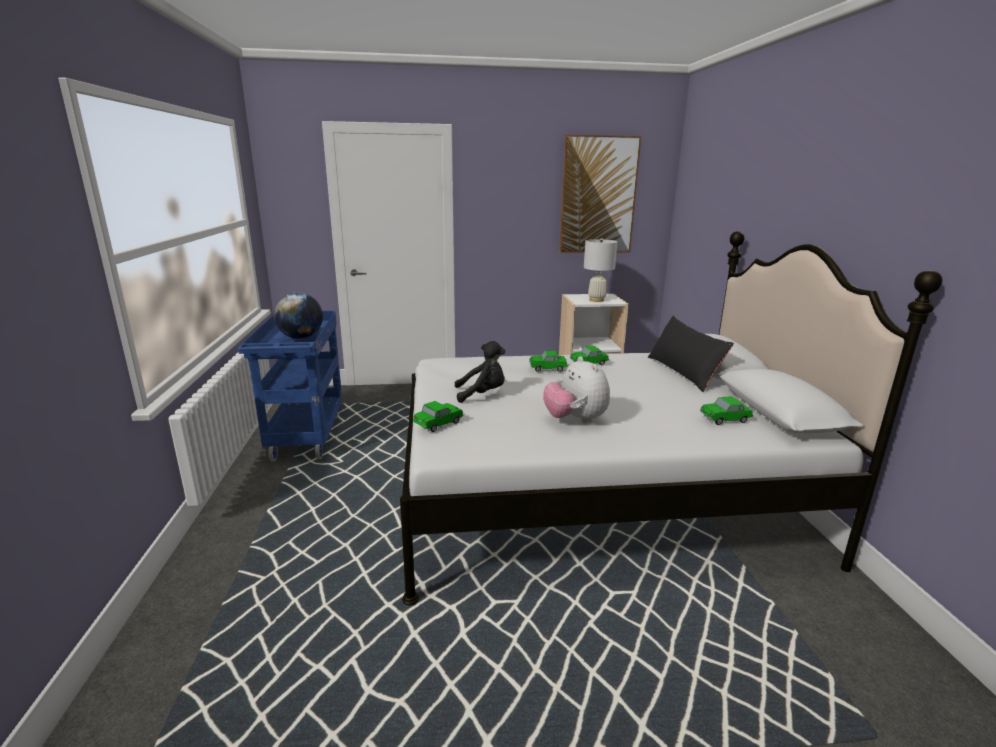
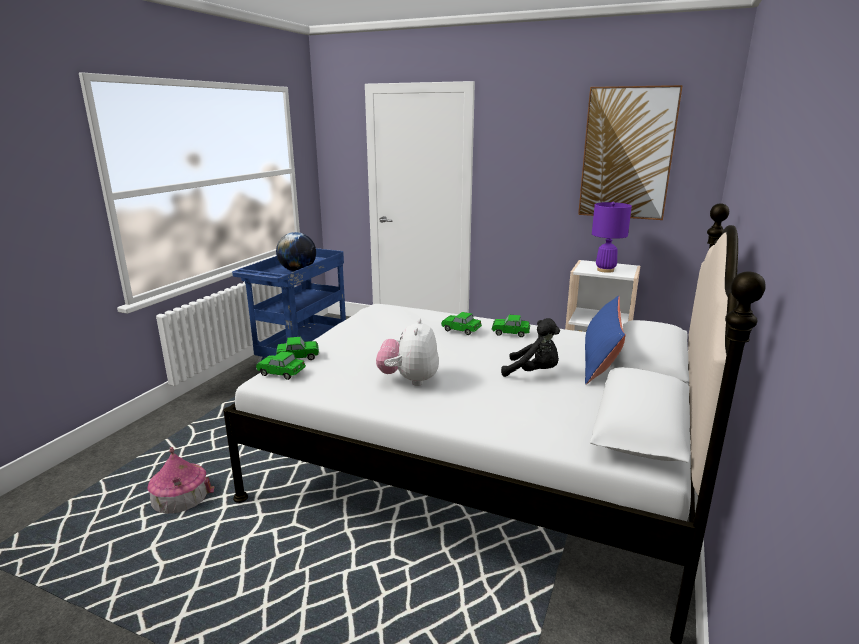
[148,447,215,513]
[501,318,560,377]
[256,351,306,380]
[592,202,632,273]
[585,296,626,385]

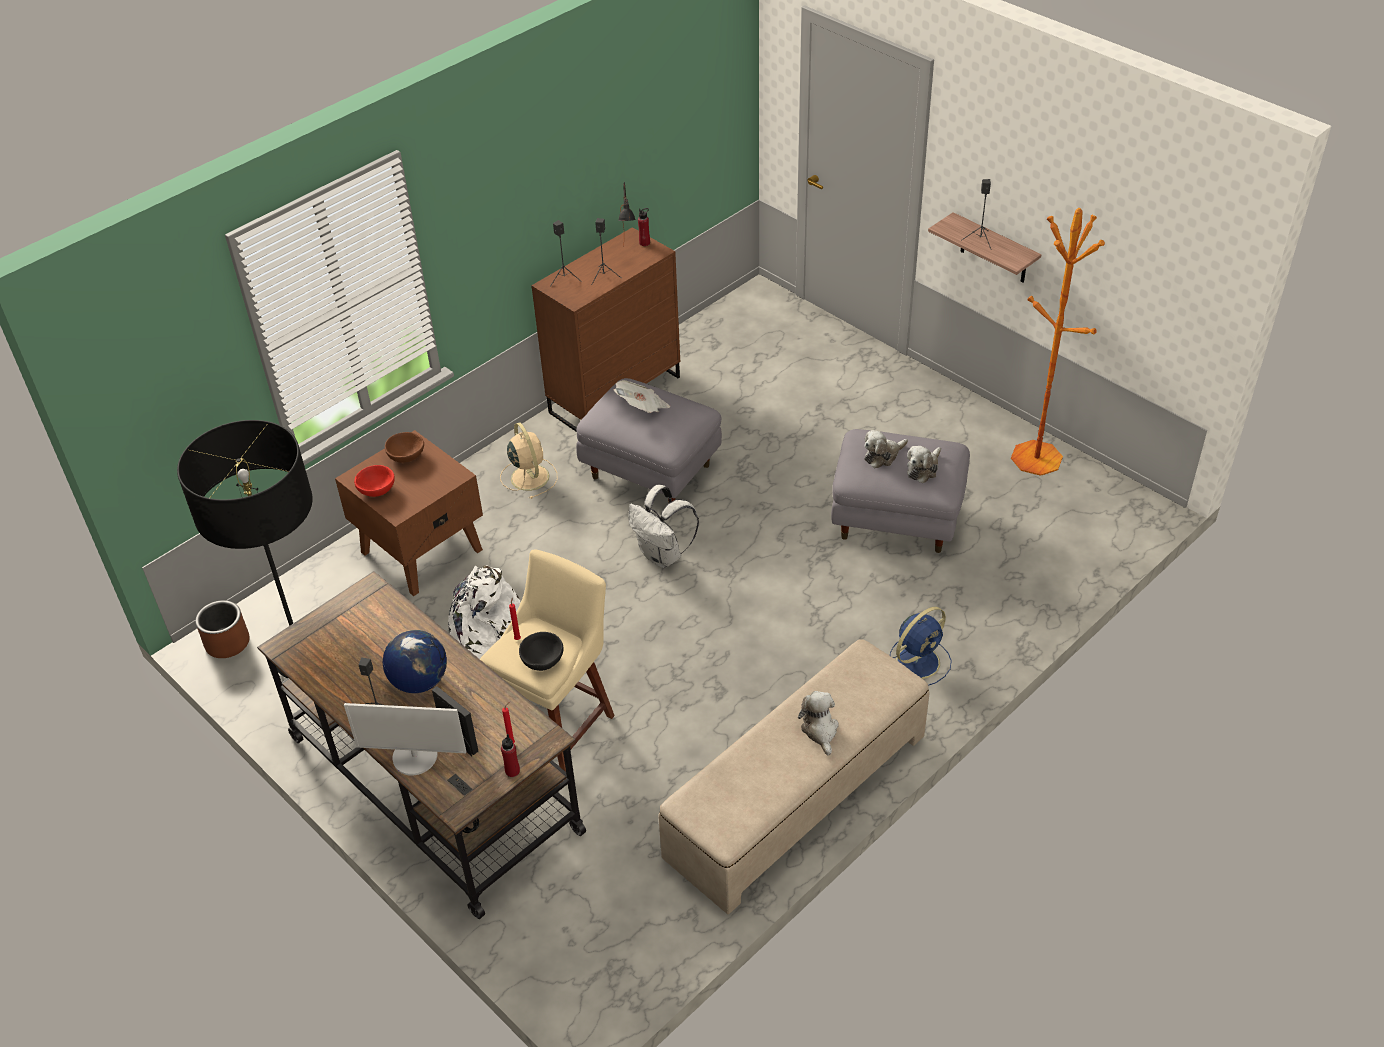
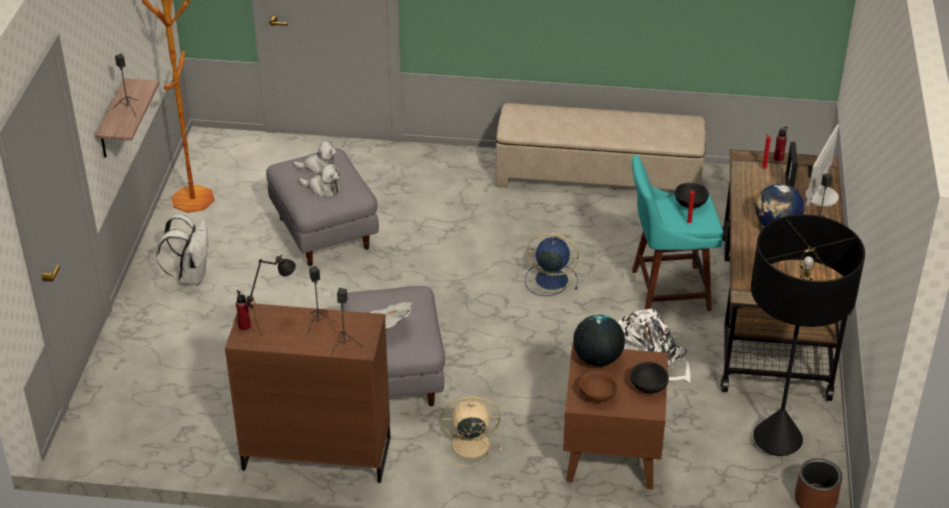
[798,691,839,756] (first image)
[573,315,625,366]
[156,214,209,286]
[525,233,579,296]
[630,362,669,394]
[632,155,723,311]
[805,124,839,207]
[441,396,502,467]

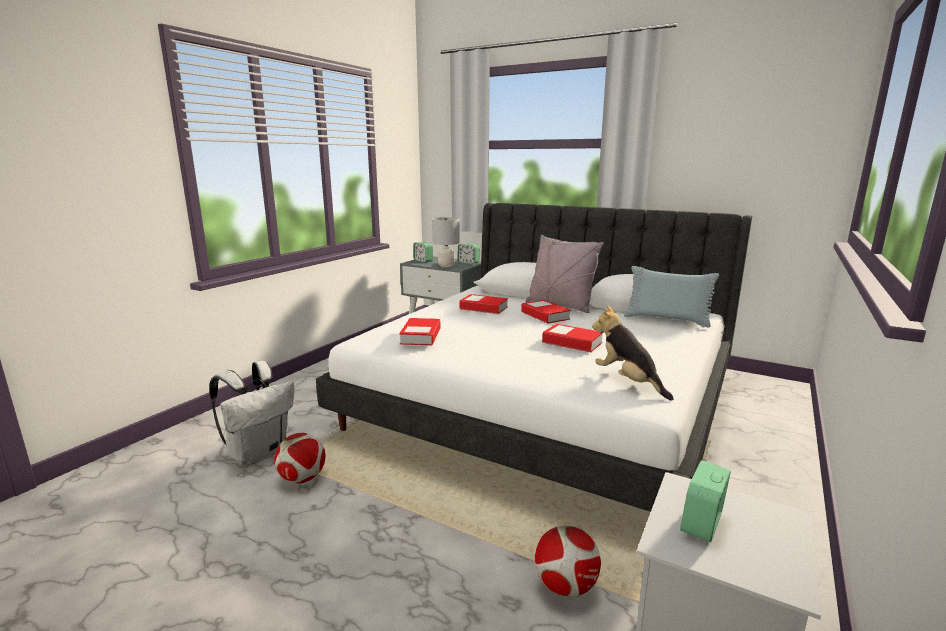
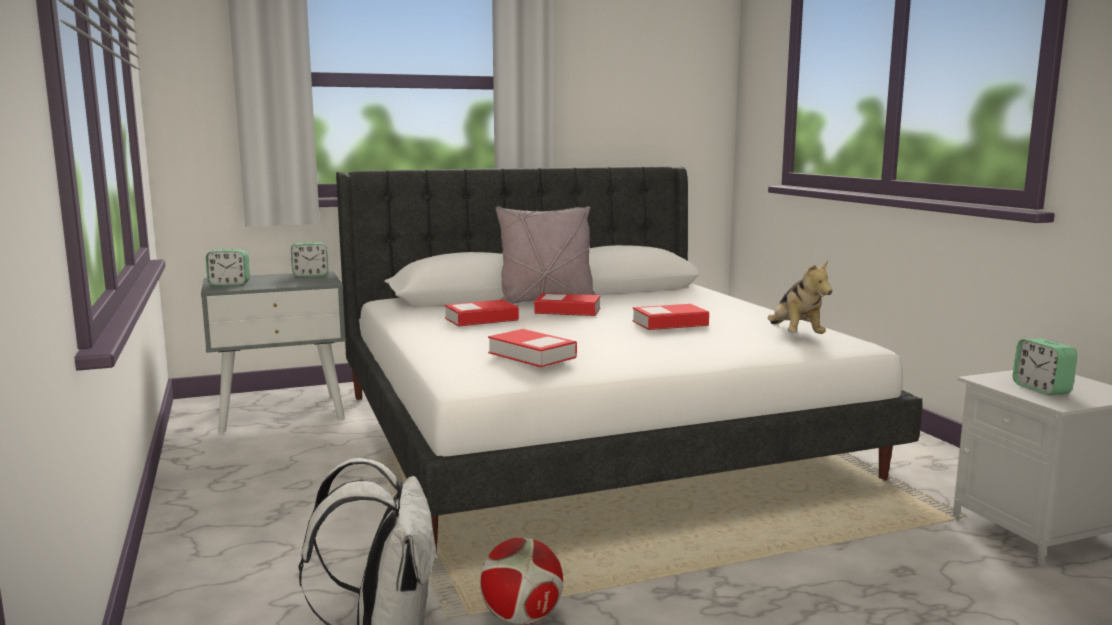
[432,217,460,268] (first image)
[535,525,601,597] (first image)
[624,266,719,328] (first image)
[768,260,833,334]

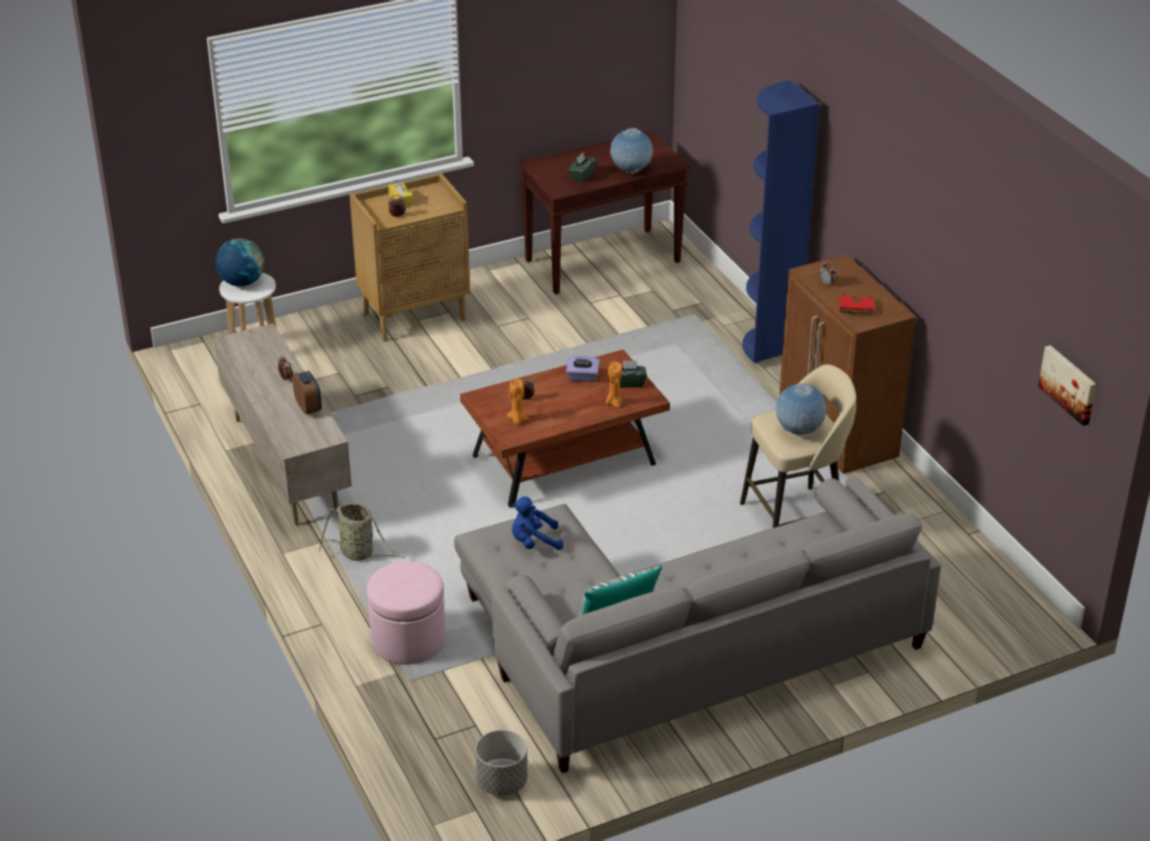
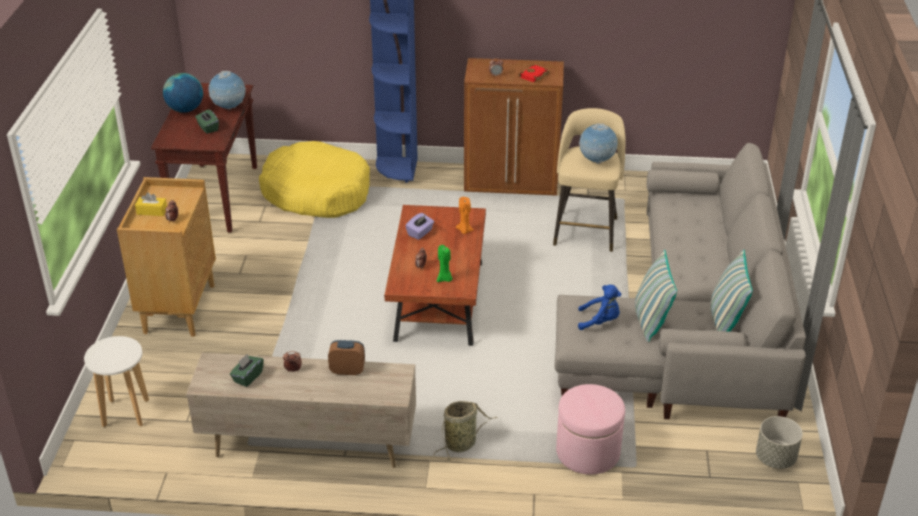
[1038,345,1096,426] (first image)
[259,141,370,218]
[635,250,677,342]
[163,73,203,113]
[230,354,264,387]
[437,245,452,282]
[578,285,621,330]

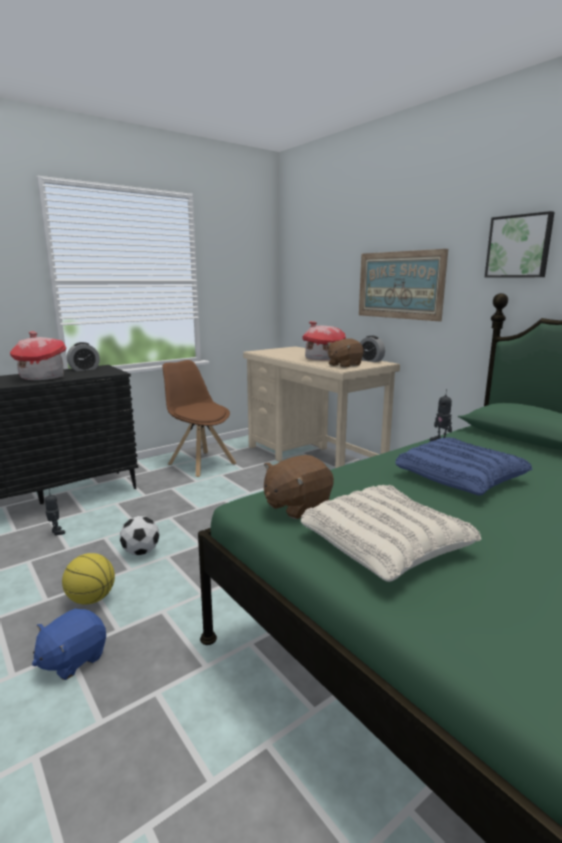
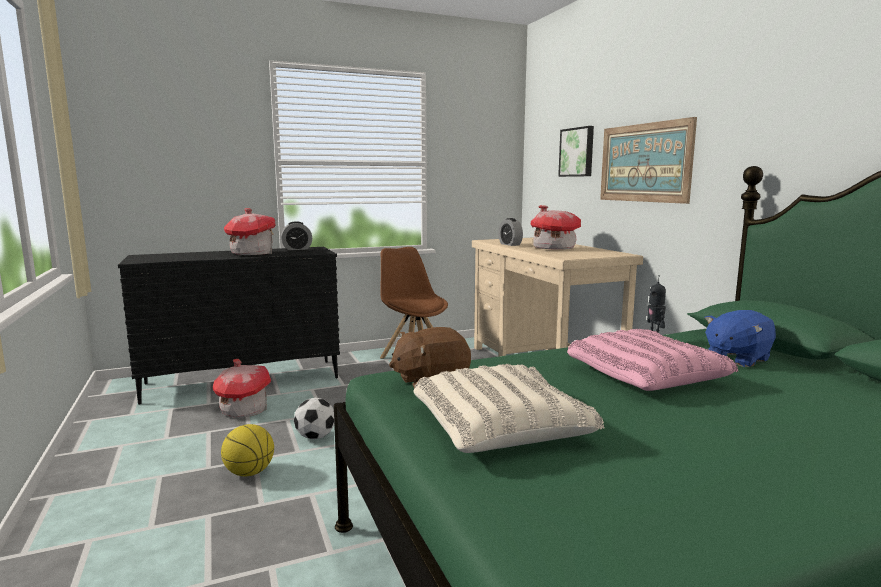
[327,338,364,368] (first image)
[705,310,776,367]
[498,218,523,246]
[558,126,594,177]
[213,359,272,418]
[567,329,739,391]

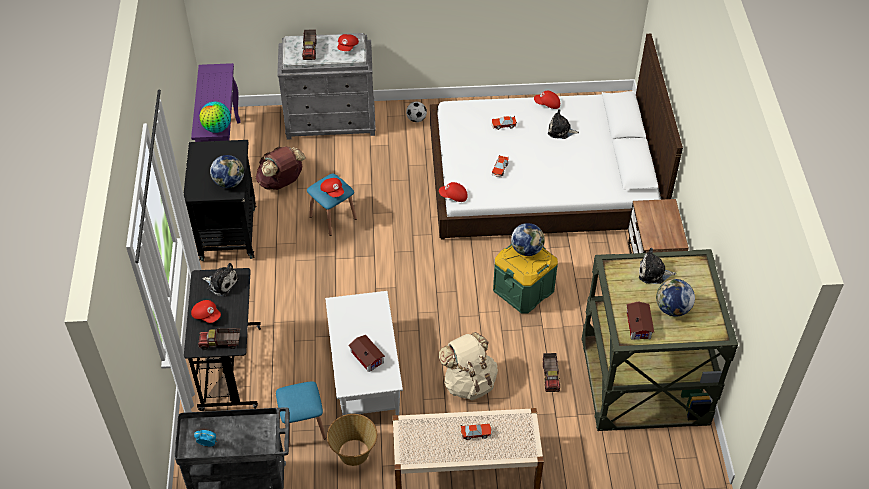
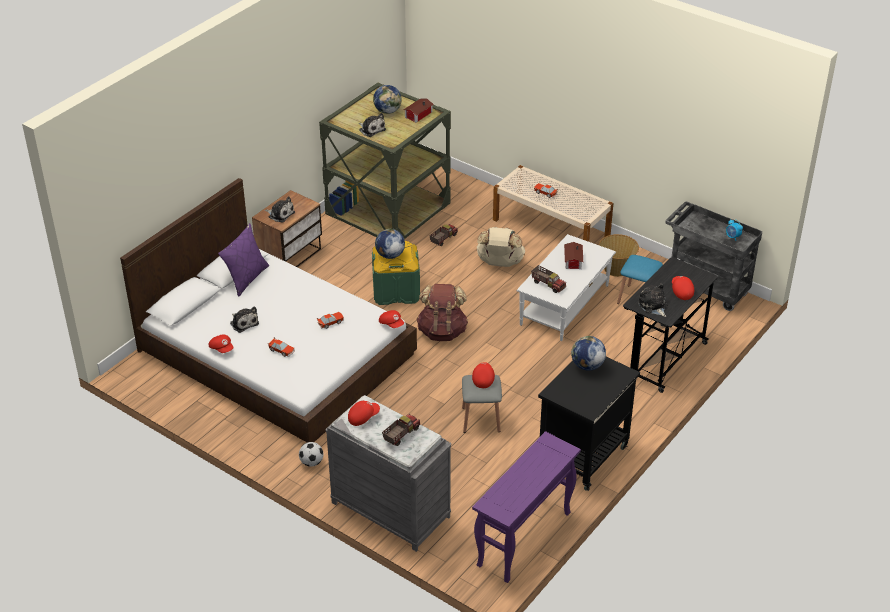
[199,102,231,133] (first image)
[218,223,269,297]
[265,196,295,223]
[531,265,566,293]
[417,284,468,341]
[462,375,502,433]

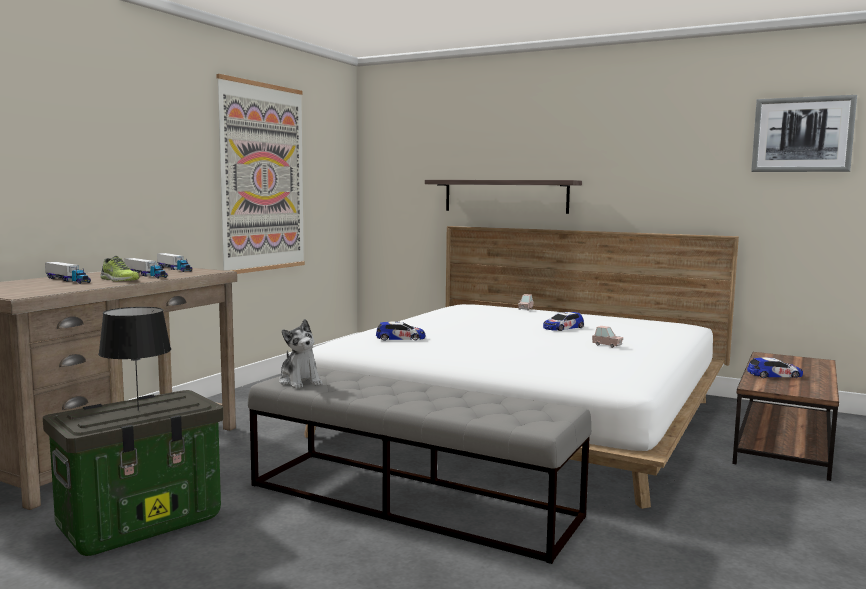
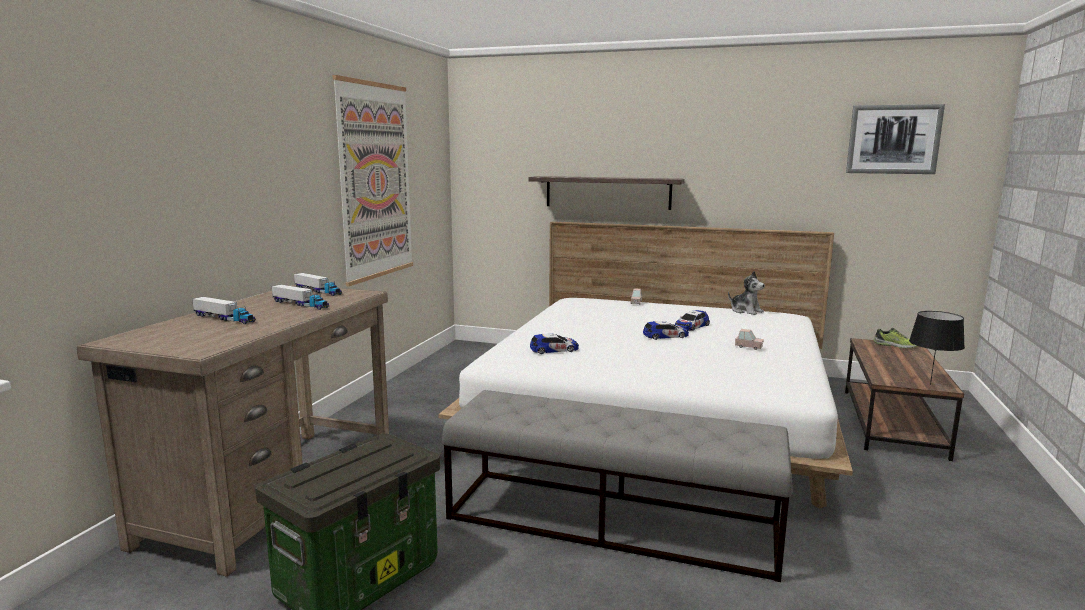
[909,311,965,385]
[873,328,918,348]
[728,271,765,315]
[643,321,689,340]

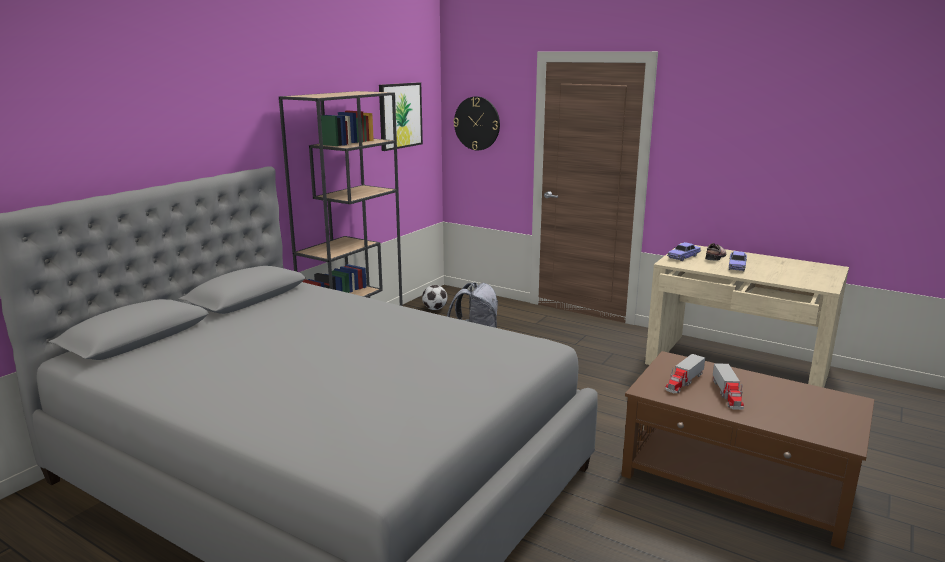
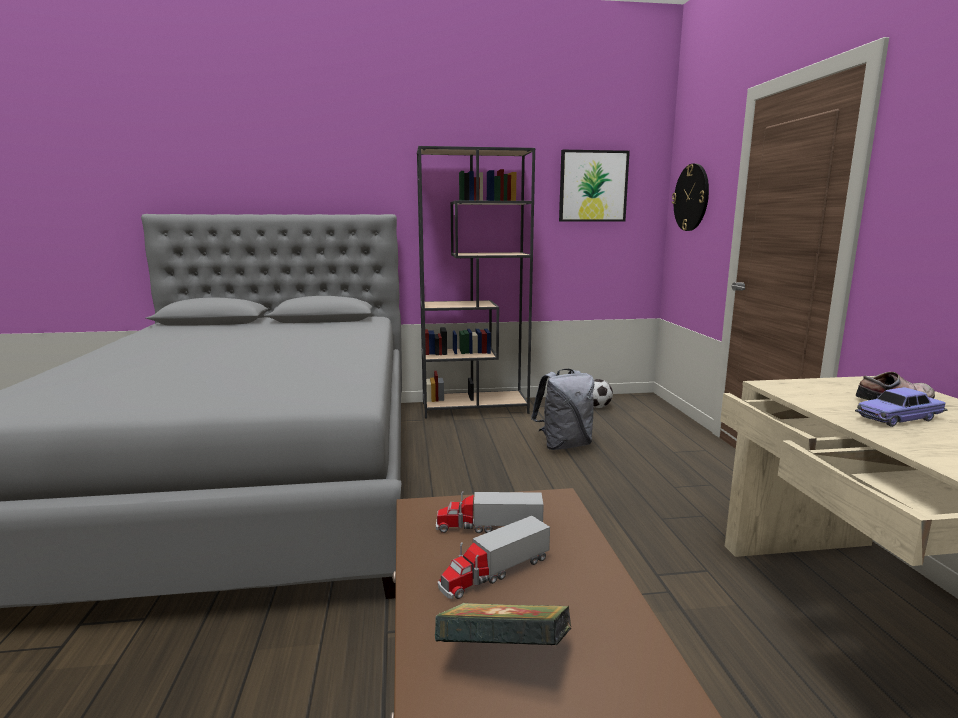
[667,242,702,261] (first image)
[435,603,571,646]

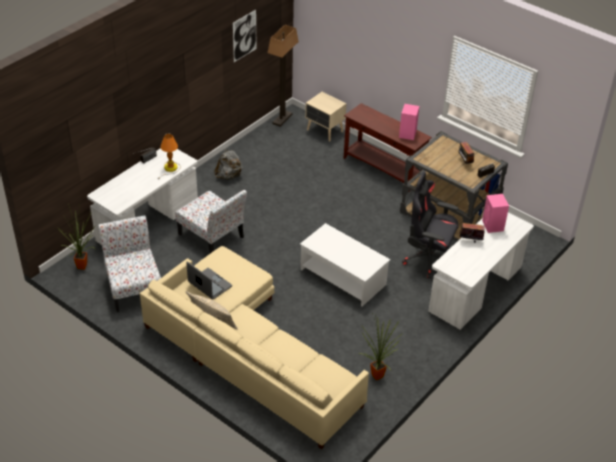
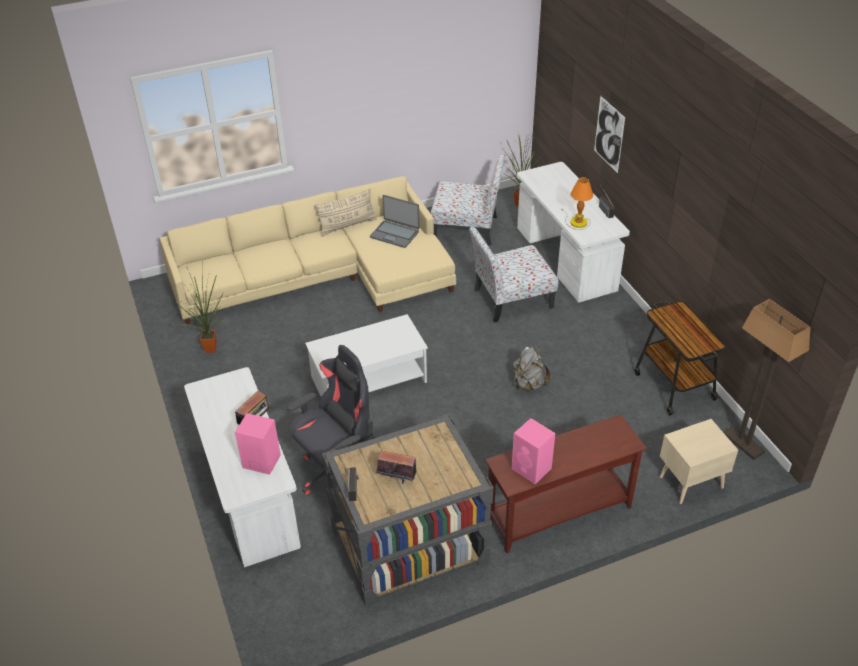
[634,300,726,416]
[513,347,550,391]
[594,96,625,173]
[370,195,420,248]

